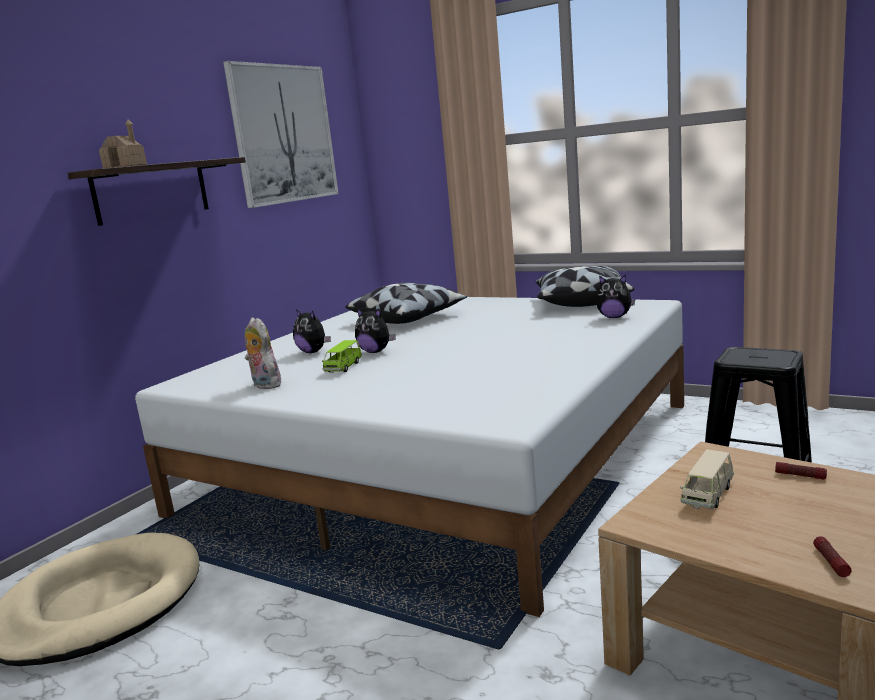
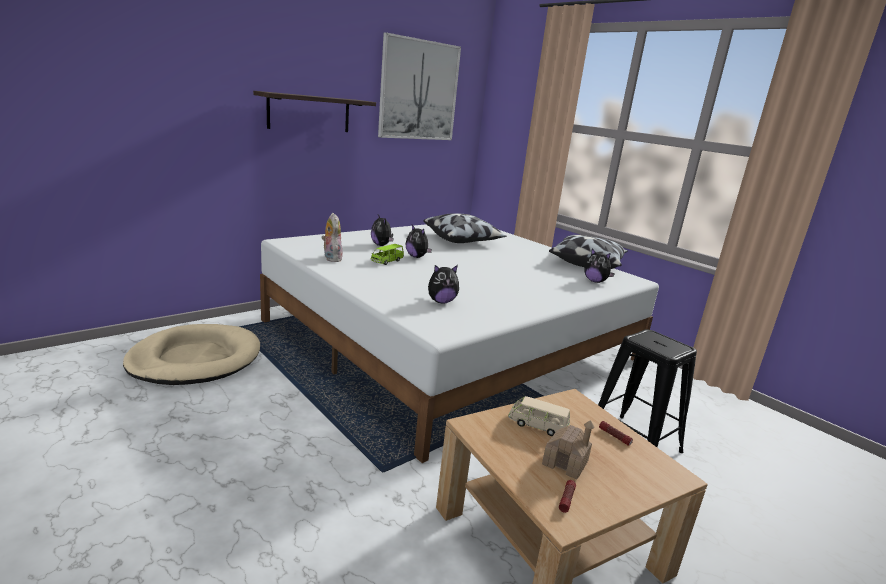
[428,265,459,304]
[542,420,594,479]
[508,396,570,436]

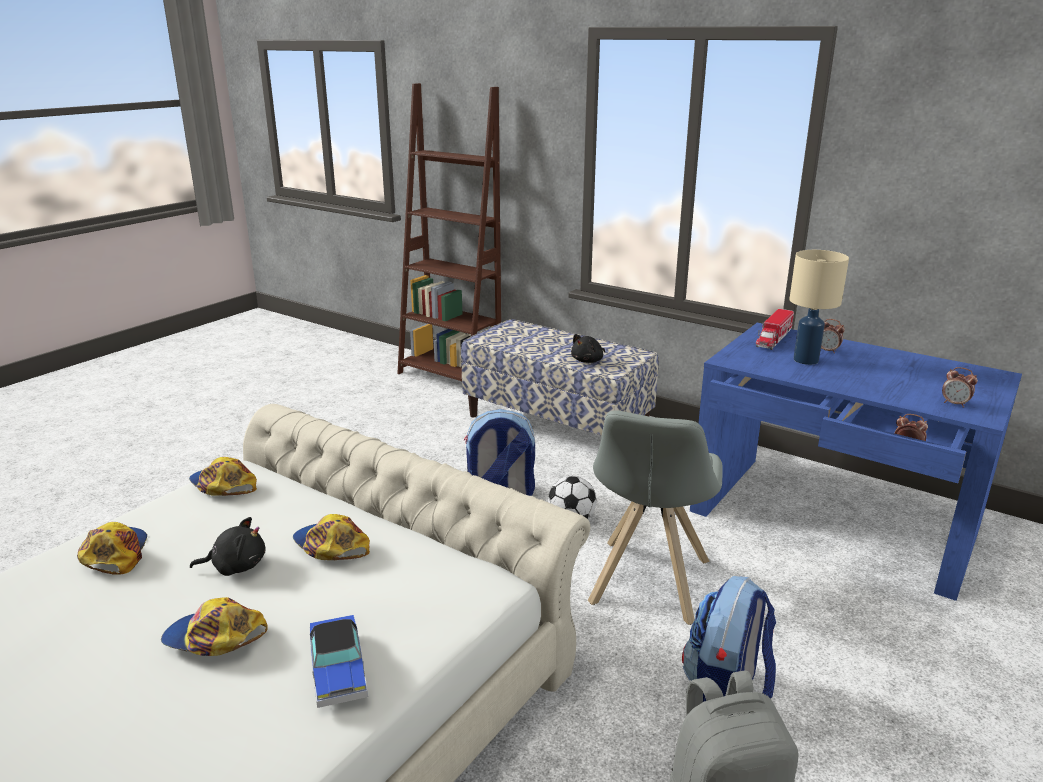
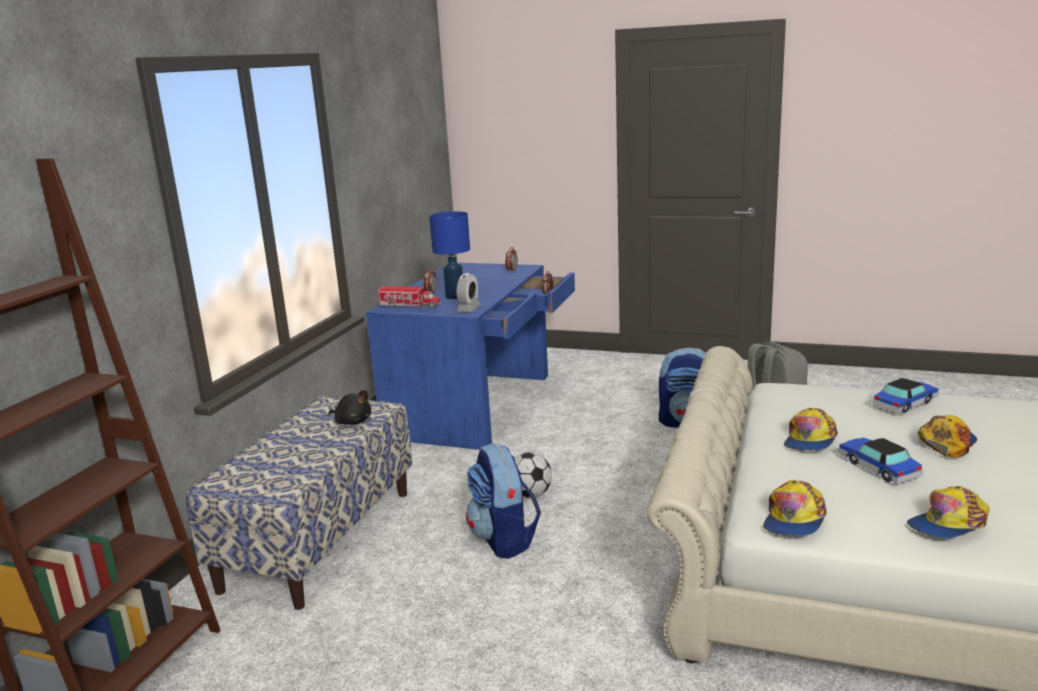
[588,410,723,625] (first image)
[457,273,481,312]
[838,437,923,484]
[430,211,470,299]
[918,415,977,458]

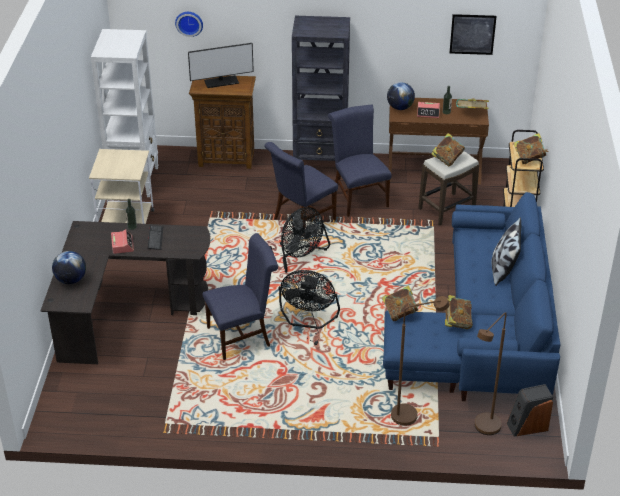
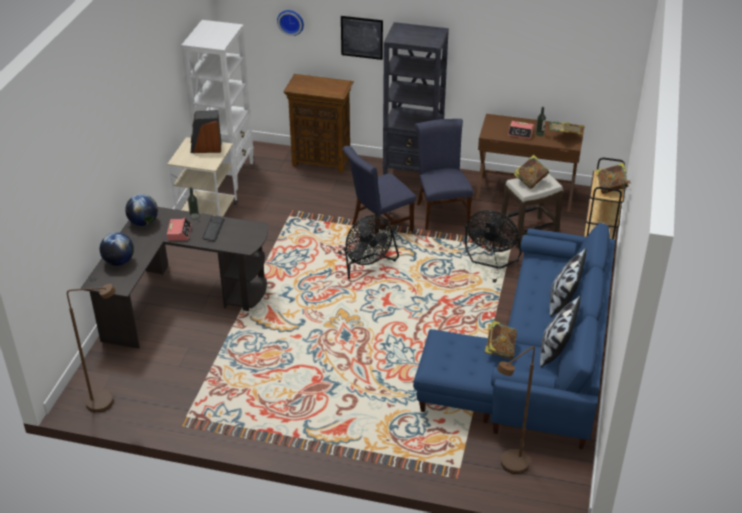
[188,43,254,88] (first image)
[202,233,278,360] (first image)
[382,285,420,321] (first image)
[540,296,581,368]
[465,210,522,282]
[125,194,158,226]
[67,284,116,412]
[341,16,383,60]
[191,110,221,153]

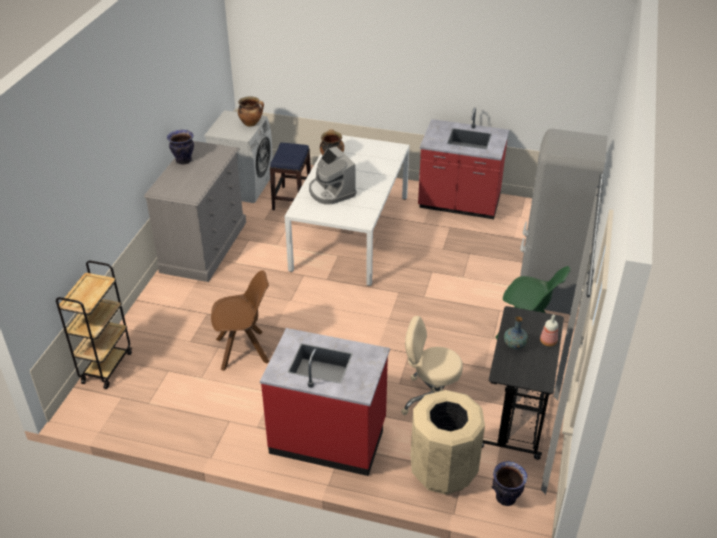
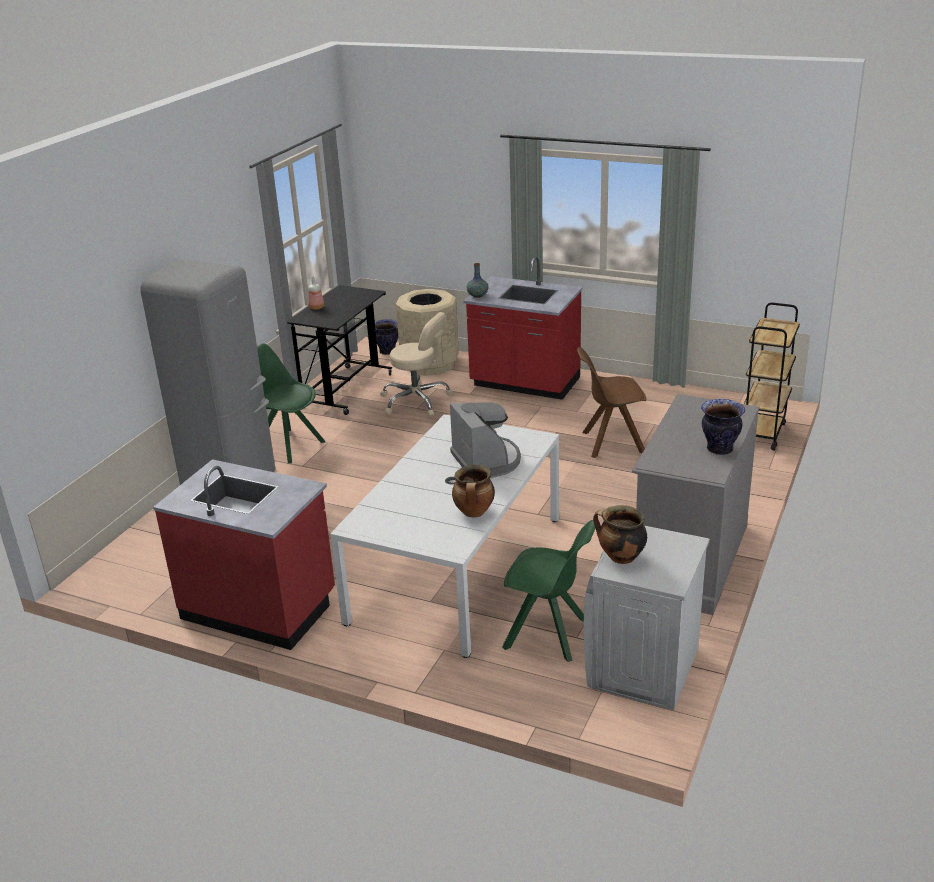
[466,263,489,298]
[502,520,596,662]

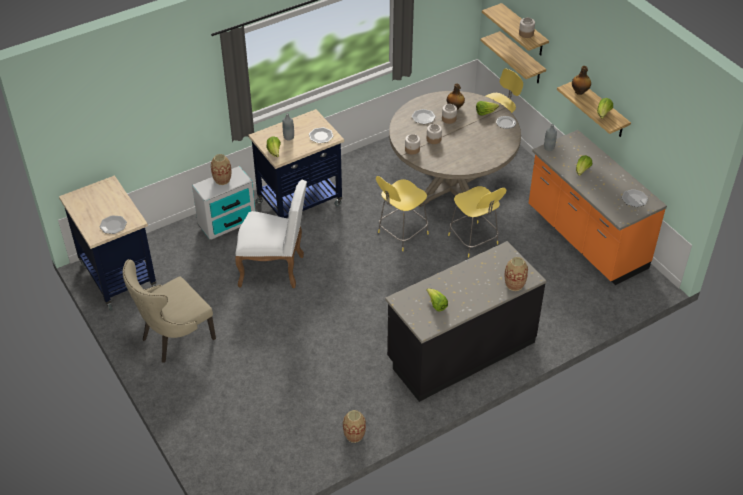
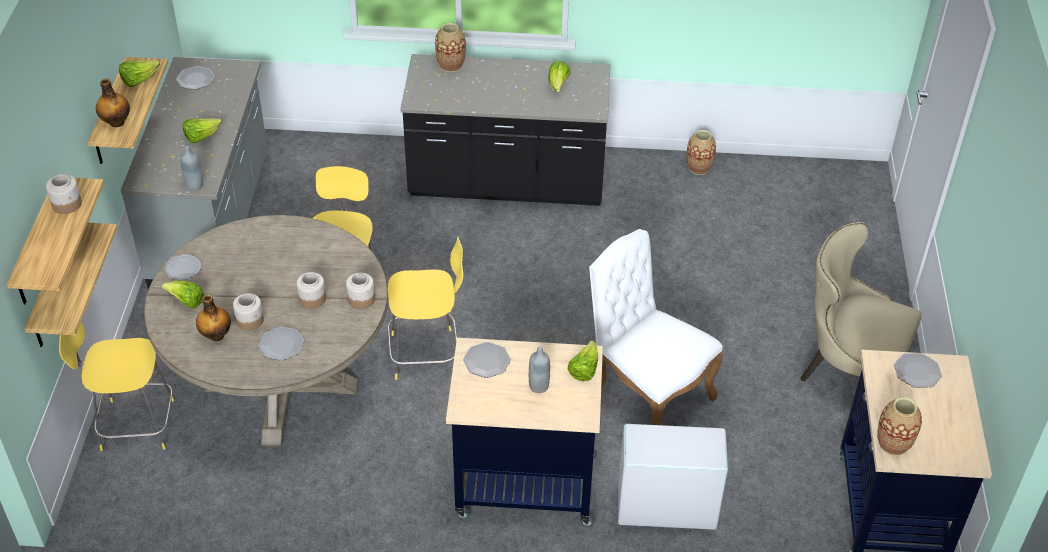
[877,397,922,456]
[121,57,268,289]
[801,222,922,381]

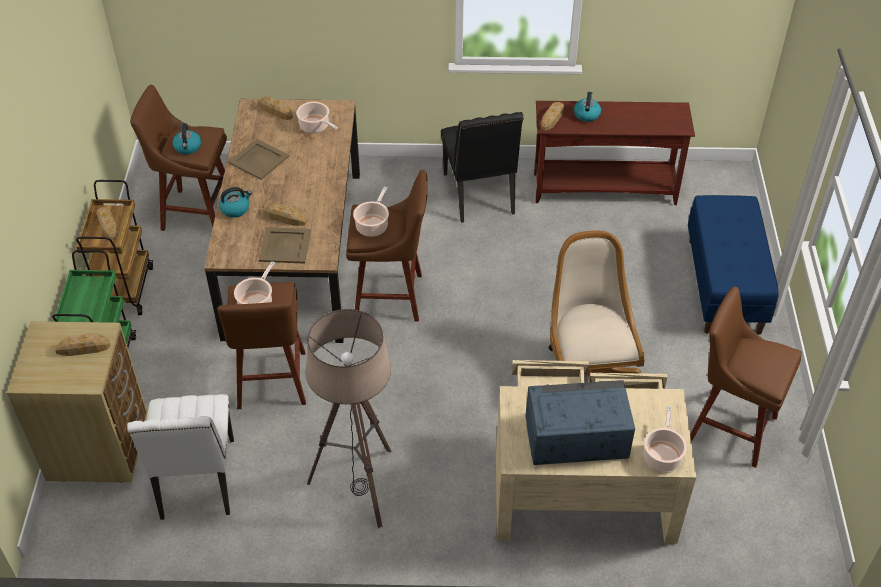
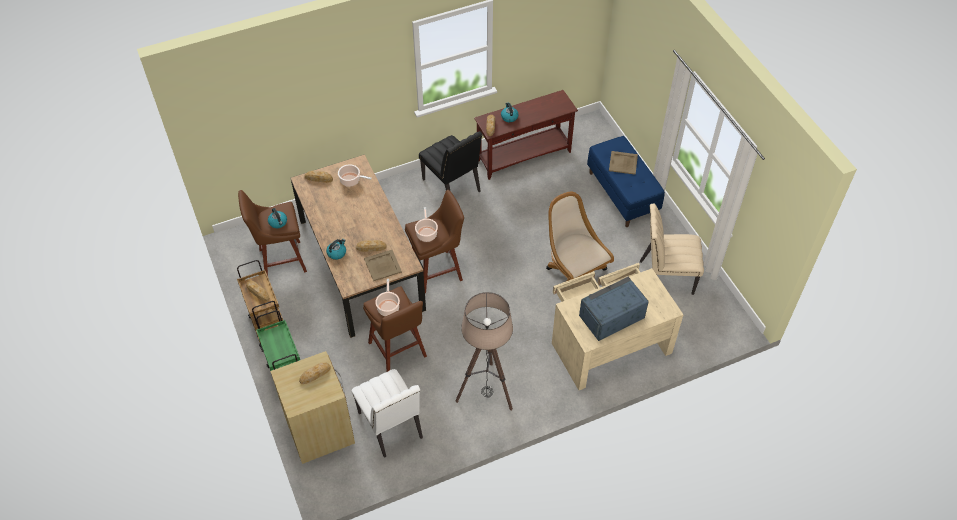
[644,406,687,472] (first image)
[609,151,638,175]
[640,204,704,295]

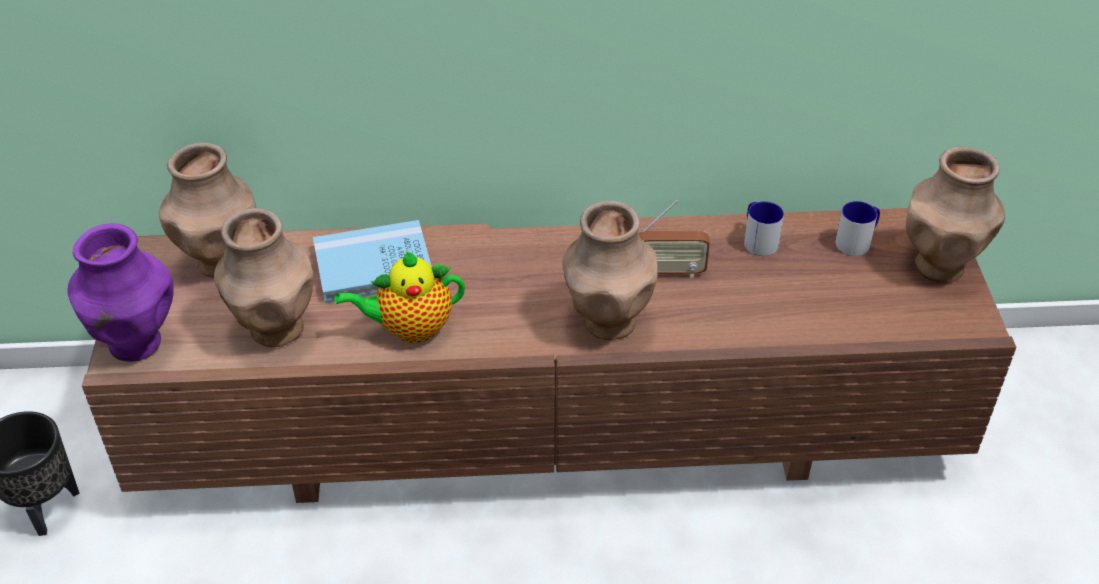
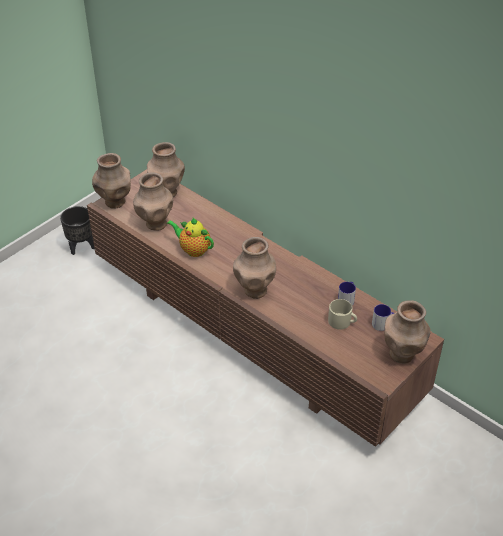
[313,220,432,303] (first image)
[638,200,710,278] (first image)
[328,299,357,330]
[92,153,131,209]

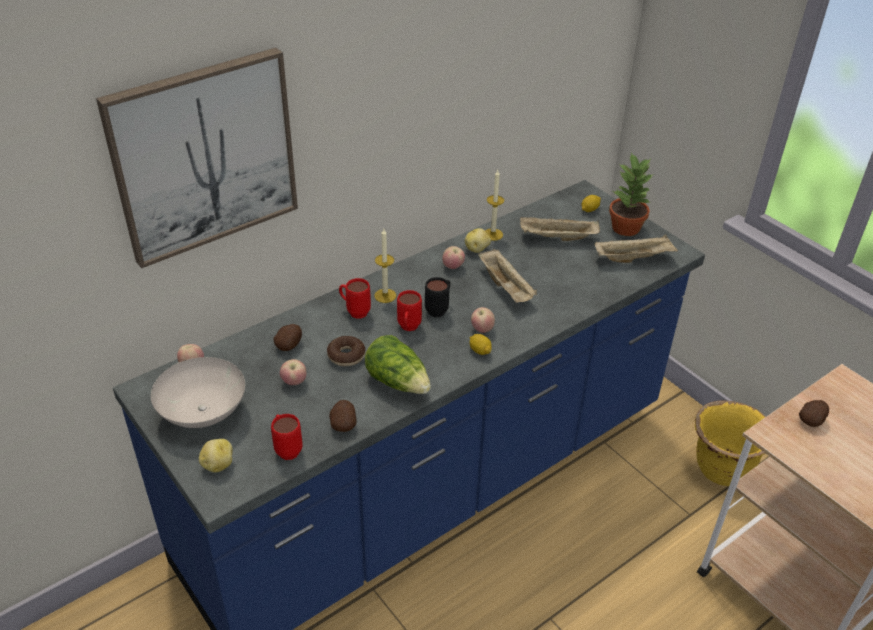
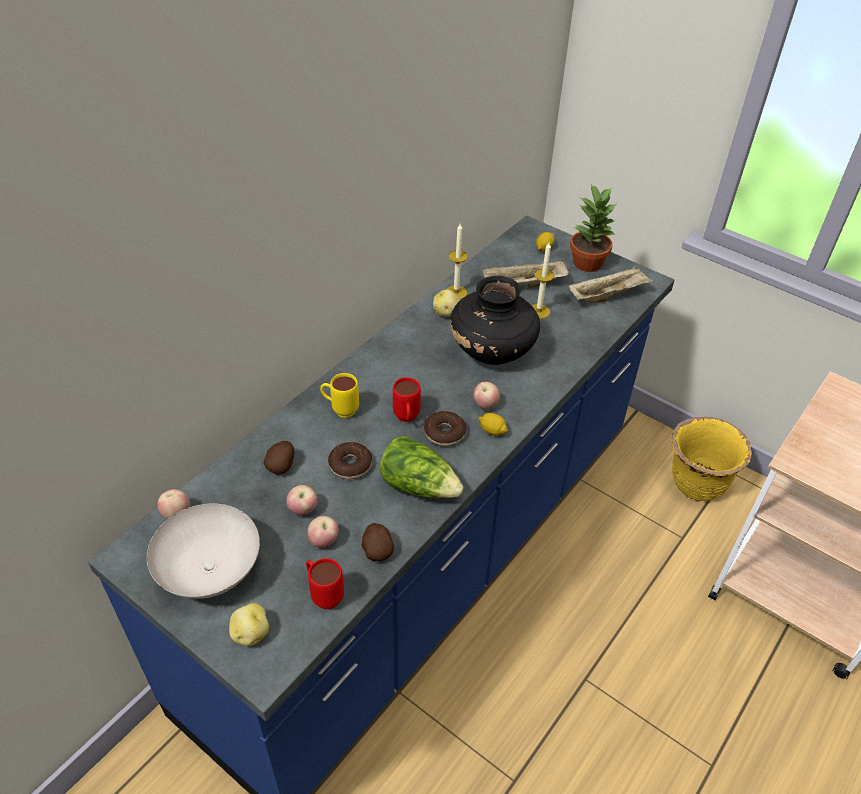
[96,48,298,268] (first image)
[425,277,450,317] (first image)
[799,400,829,427] (first image)
[424,411,466,446]
[531,243,554,319]
[307,516,339,548]
[450,276,540,365]
[320,373,359,418]

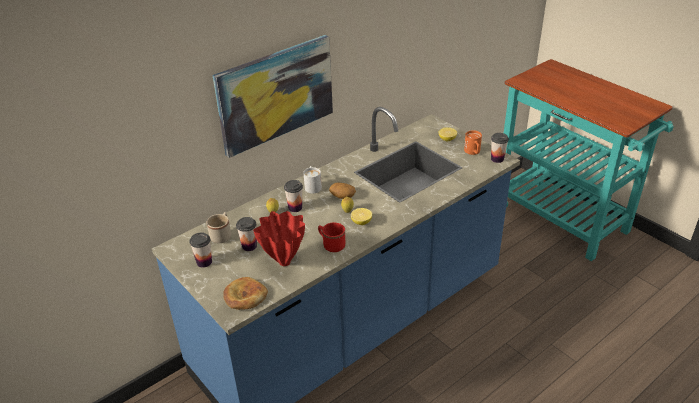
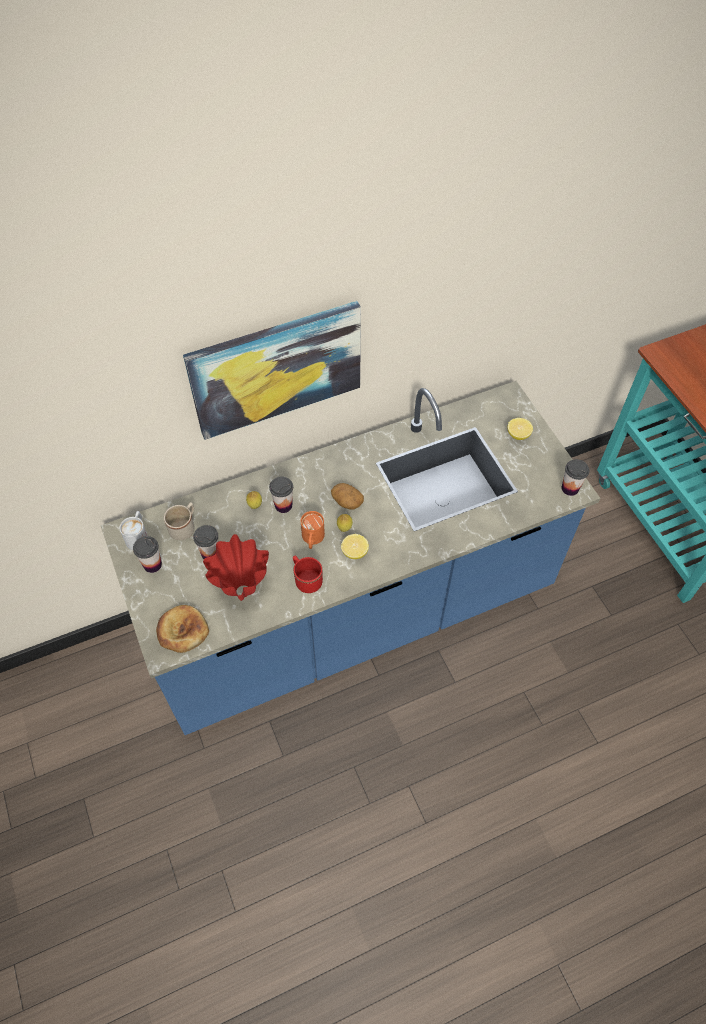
[119,511,148,550]
[301,511,325,549]

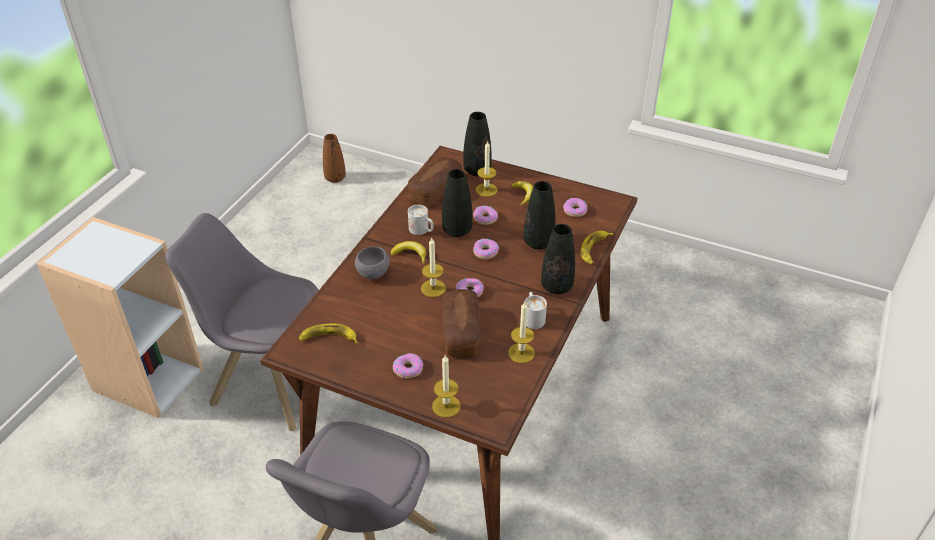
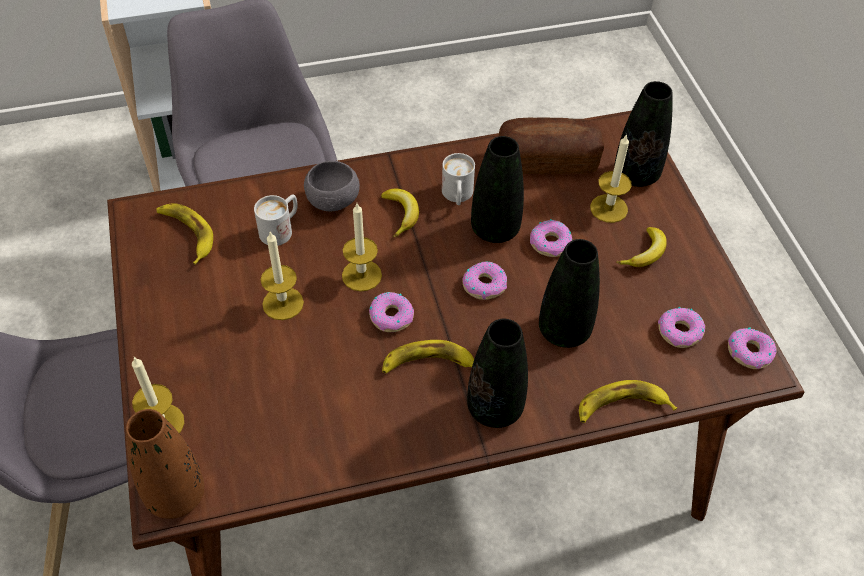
[443,289,481,357] (first image)
[382,340,474,374]
[126,409,204,519]
[728,327,777,369]
[261,231,304,320]
[254,195,298,246]

